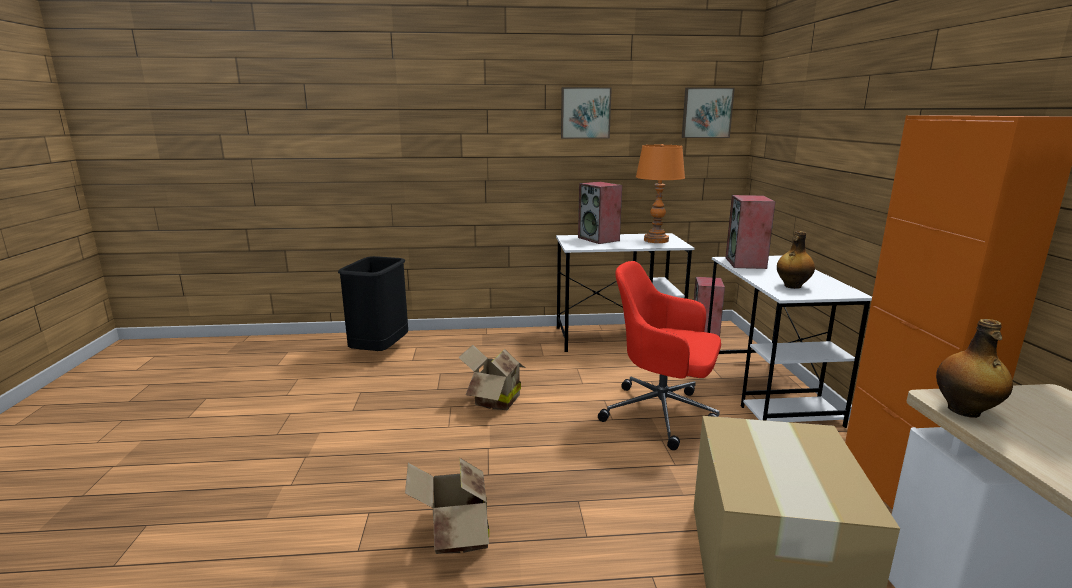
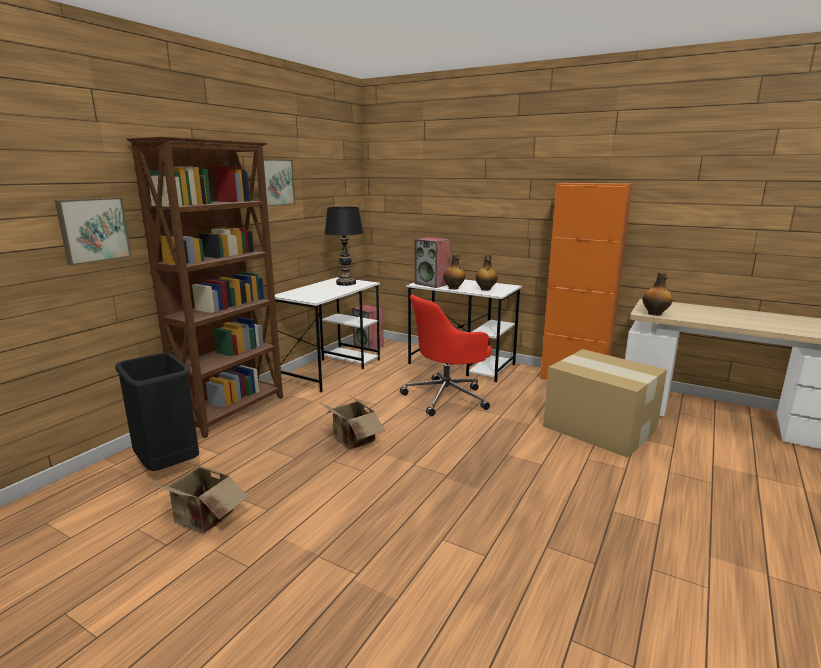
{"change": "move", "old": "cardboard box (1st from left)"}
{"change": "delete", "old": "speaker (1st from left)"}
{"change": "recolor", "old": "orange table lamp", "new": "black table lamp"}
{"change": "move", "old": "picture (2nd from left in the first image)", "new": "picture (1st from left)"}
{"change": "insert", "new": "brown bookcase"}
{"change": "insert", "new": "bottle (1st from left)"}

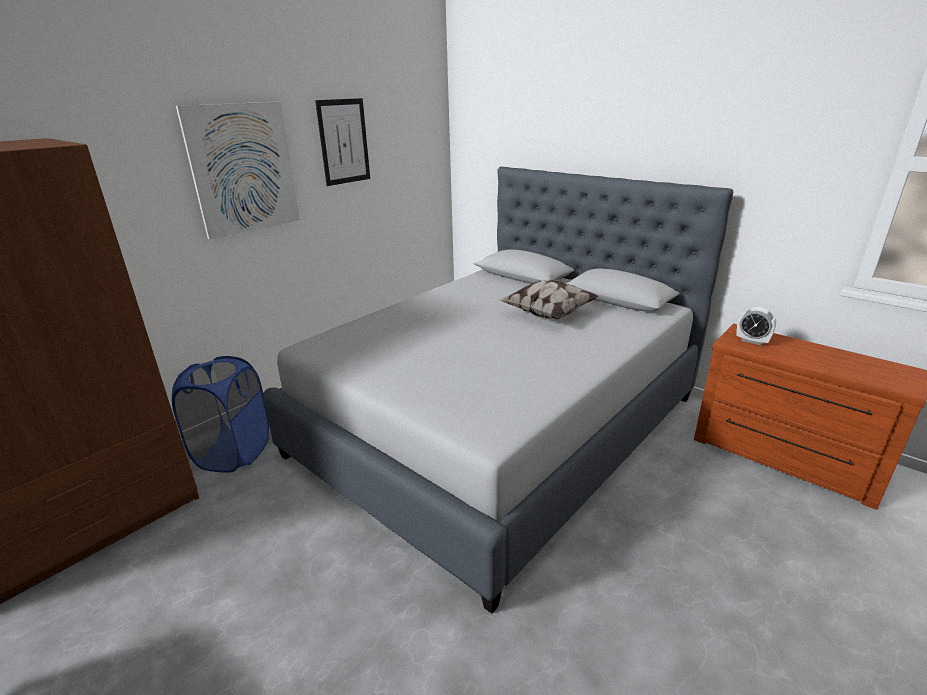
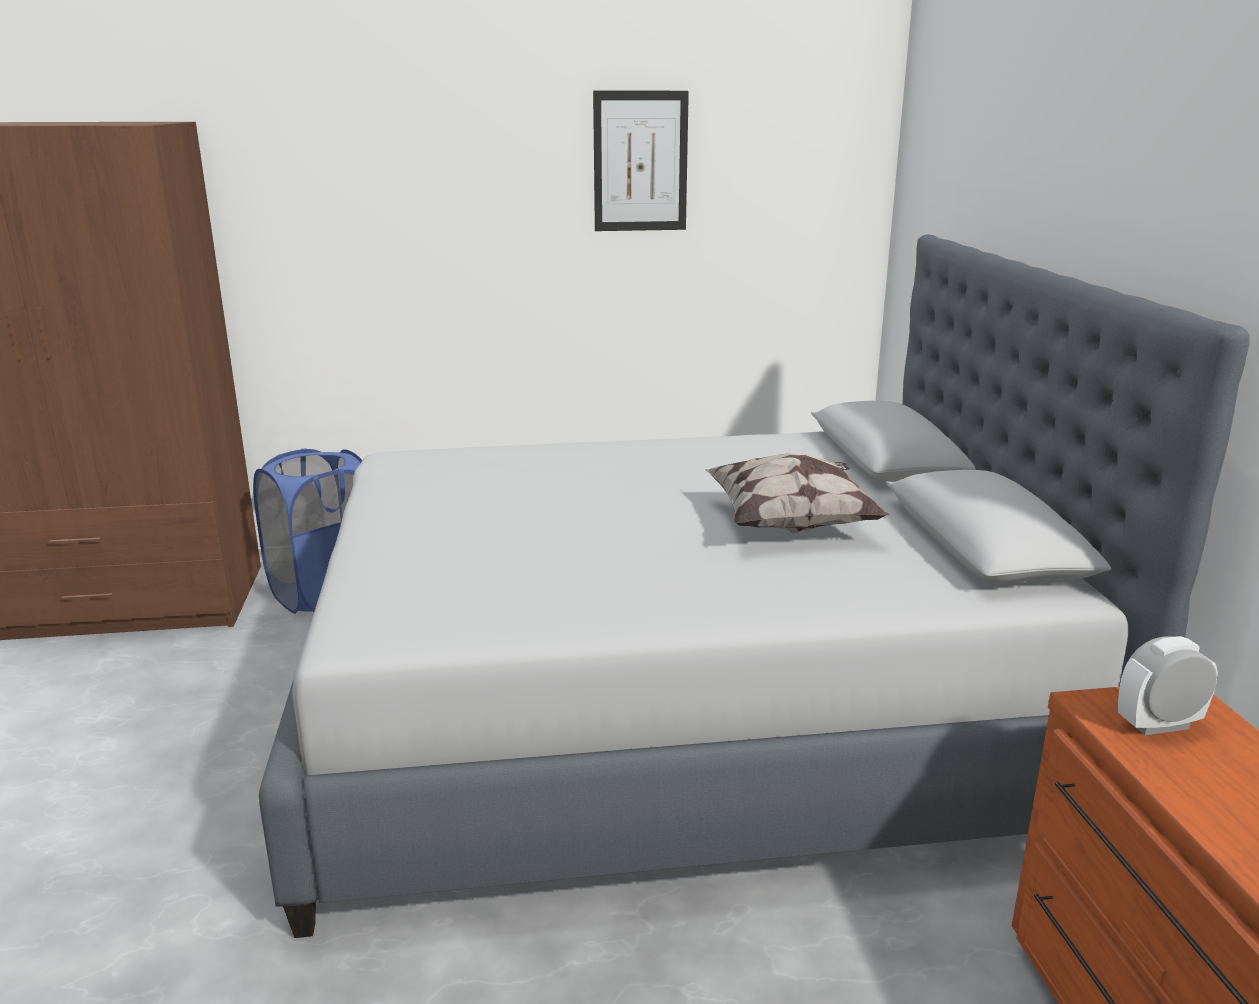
{"change": "delete", "old": "picture (1st from left)"}
{"change": "rotate", "old": "alarm clock", "degrees": 90}

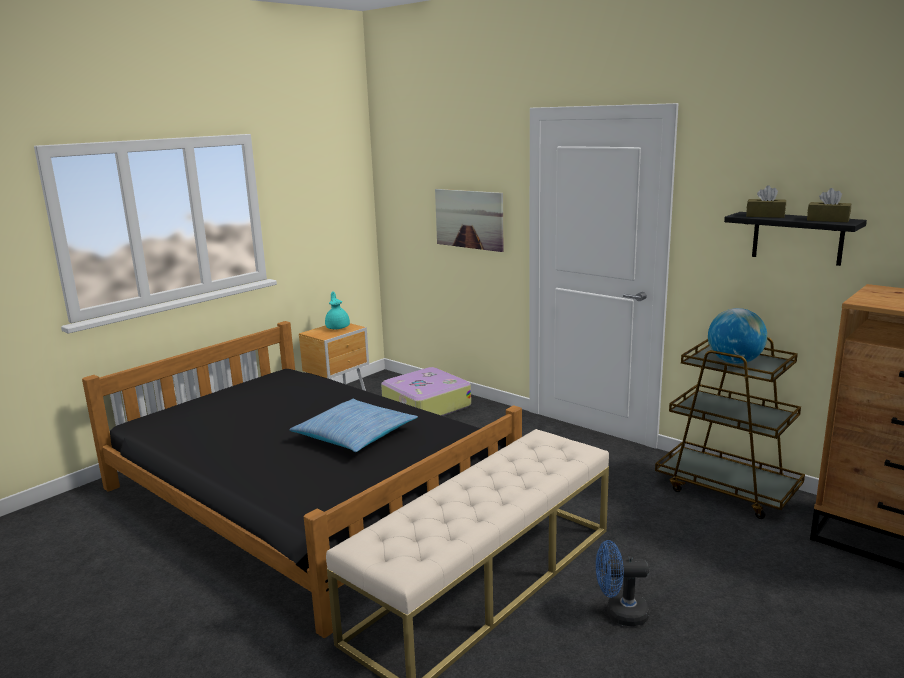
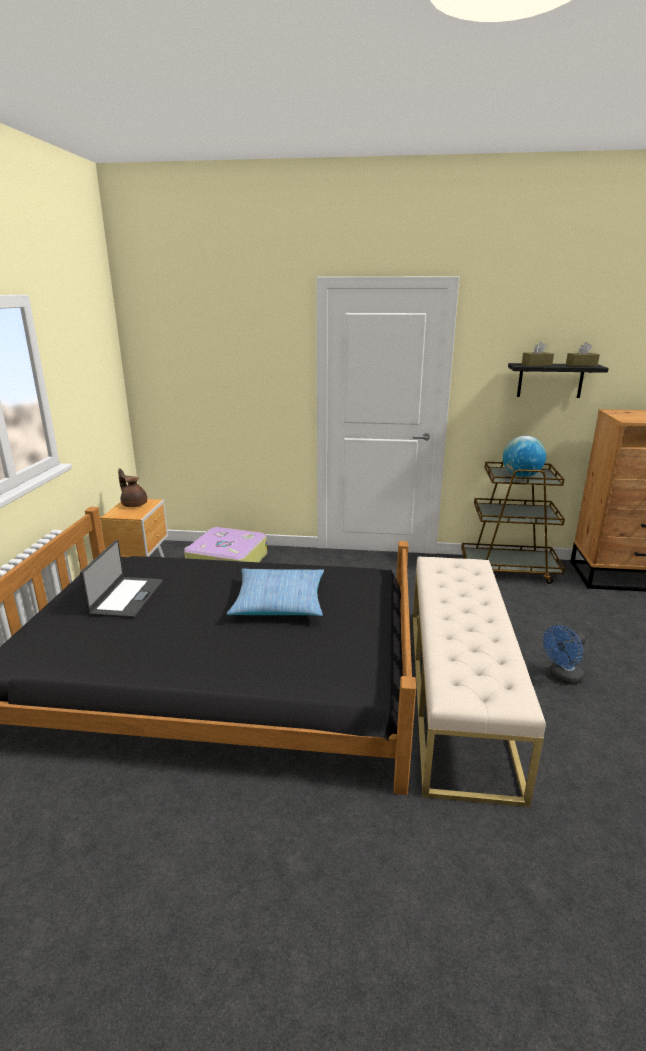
{"change": "recolor", "old": "turquoise teapot", "new": "brown teapot"}
{"change": "delete", "old": "picture"}
{"change": "insert", "new": "laptop"}

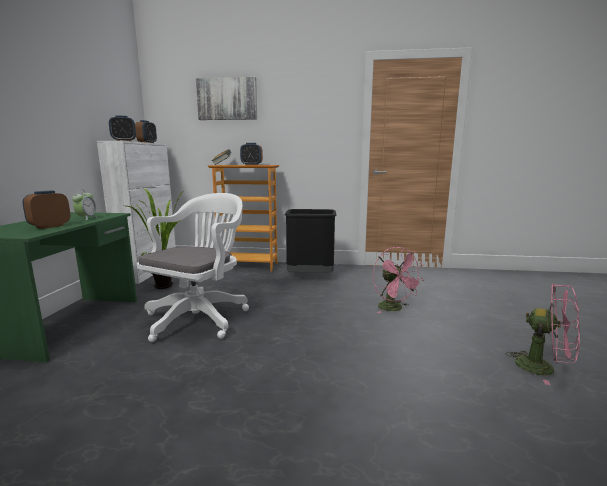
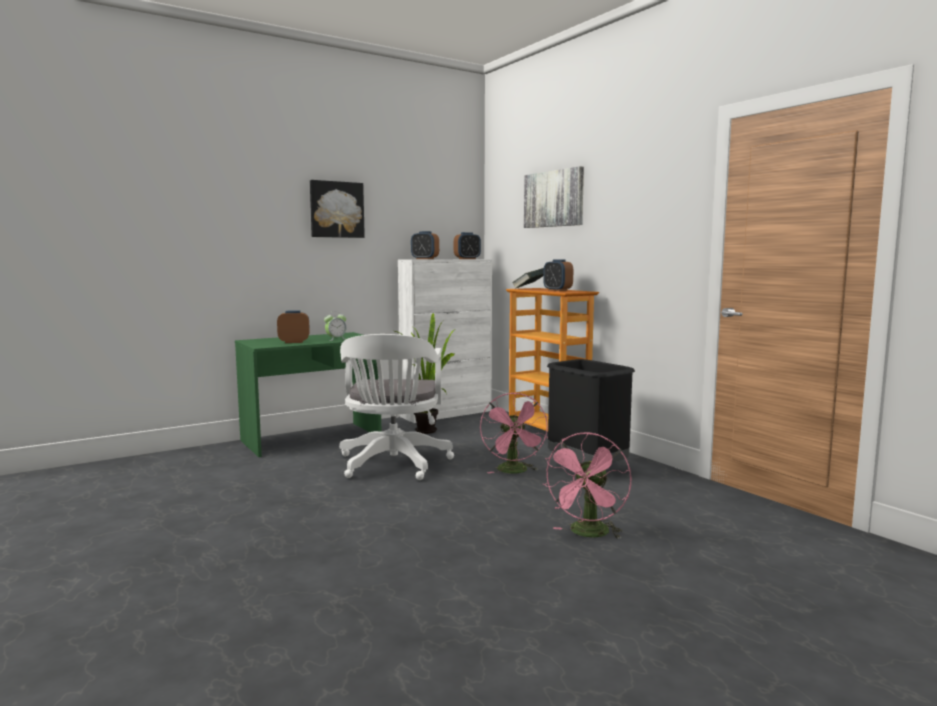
{"change": "rotate", "old": "white office chair", "degrees": 105}
{"change": "move", "old": "pink fan (2nd from left in the first image)", "new": "pink fan (1st from left)"}
{"change": "insert", "new": "picture (1st from left)"}

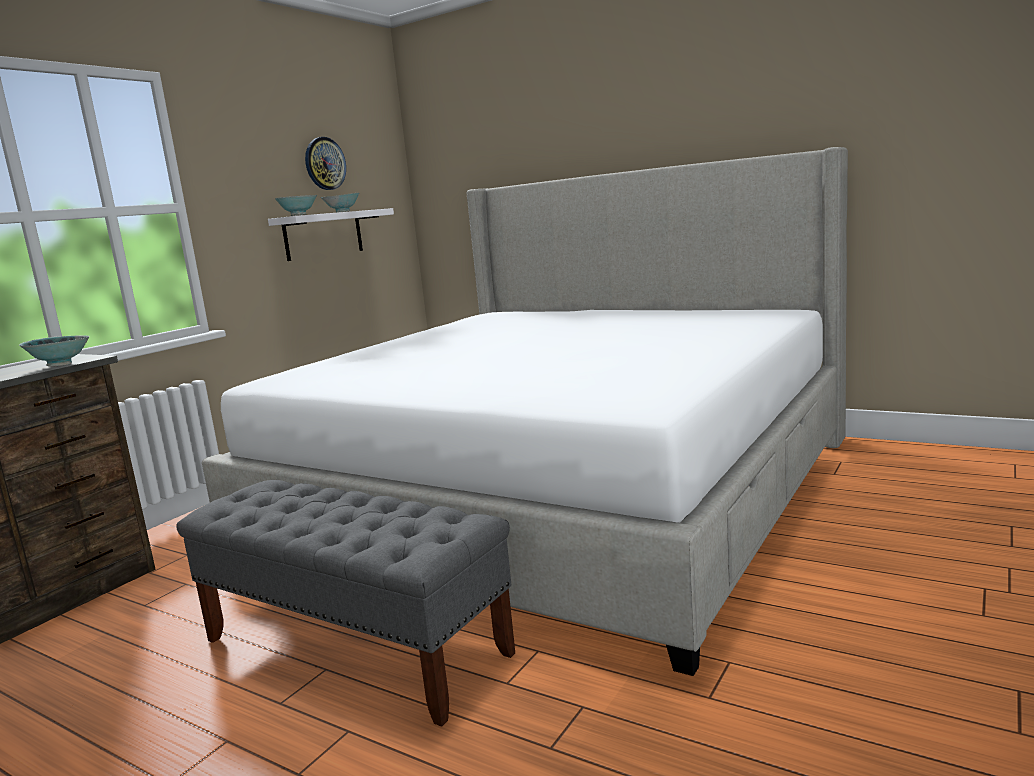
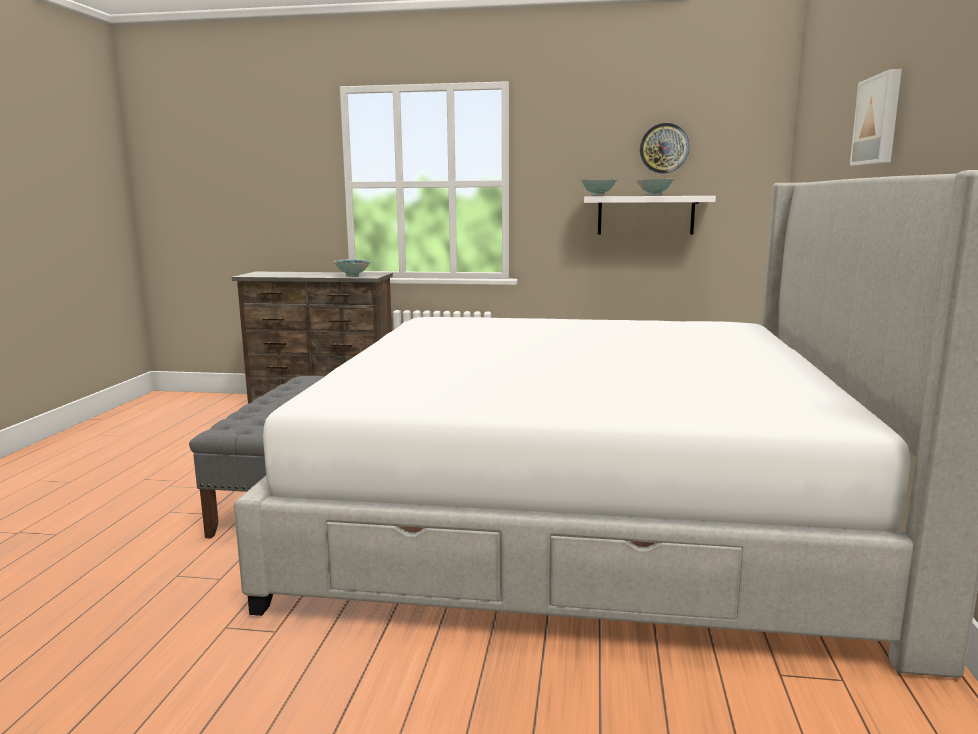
{"change": "insert", "new": "picture"}

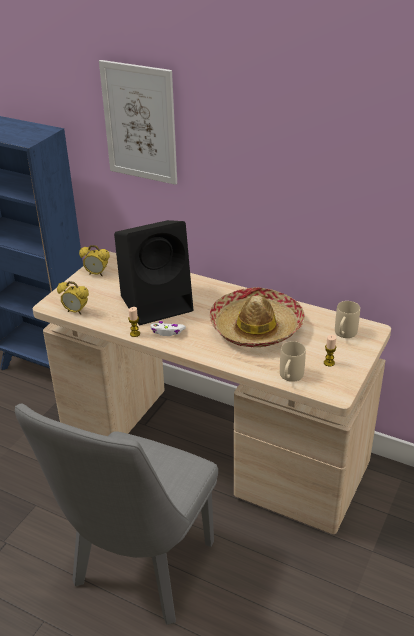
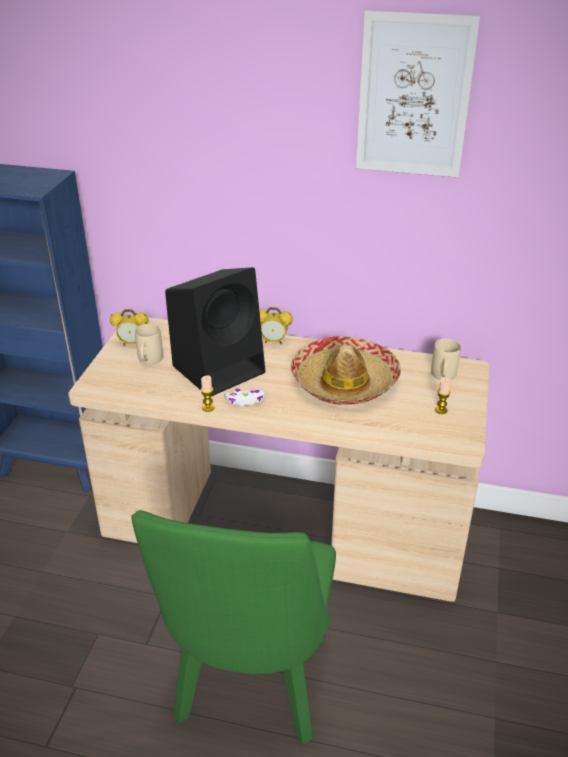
{"change": "recolor", "old": "grey chair", "new": "green chair"}
{"change": "move", "old": "alarm clock (1st from left in the first image)", "new": "alarm clock (2nd from left)"}
{"change": "move", "old": "picture"}
{"change": "move", "old": "beige mug (1st from left)"}

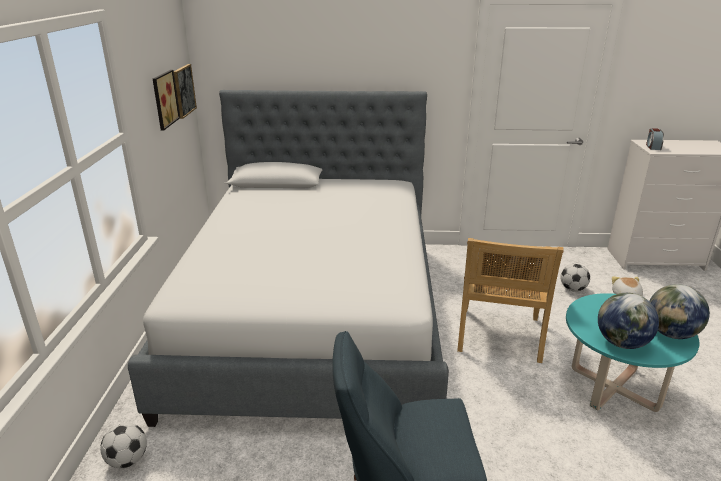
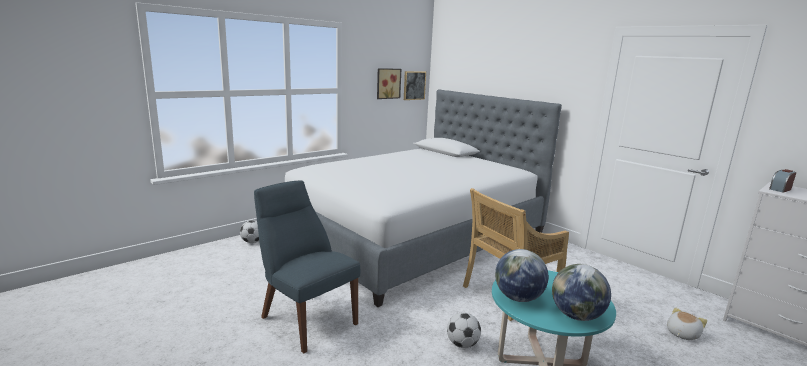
{"change": "move", "old": "football (2nd from left)"}

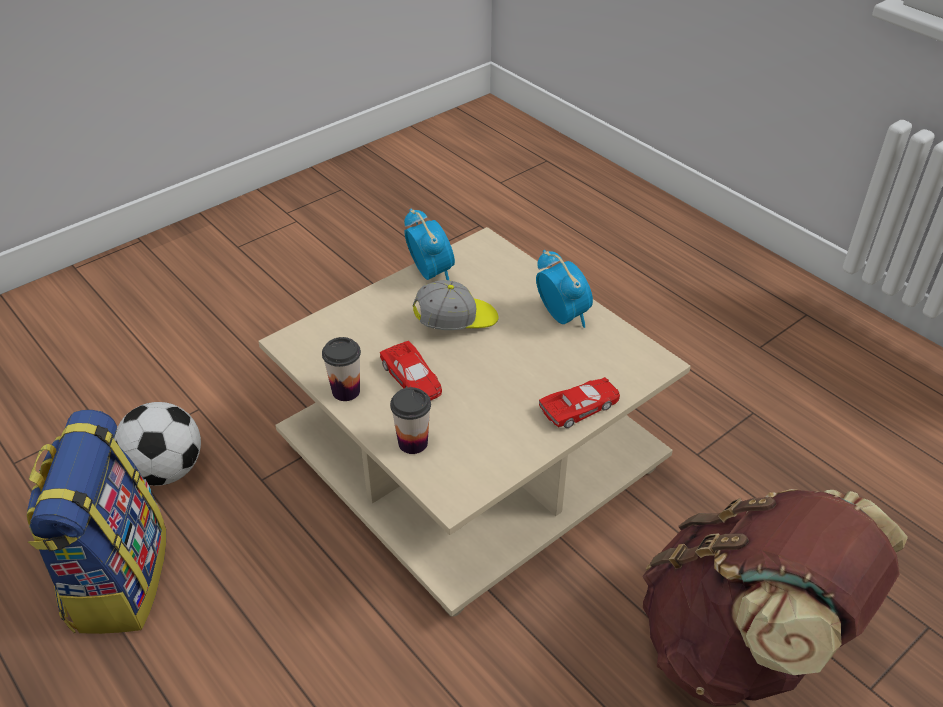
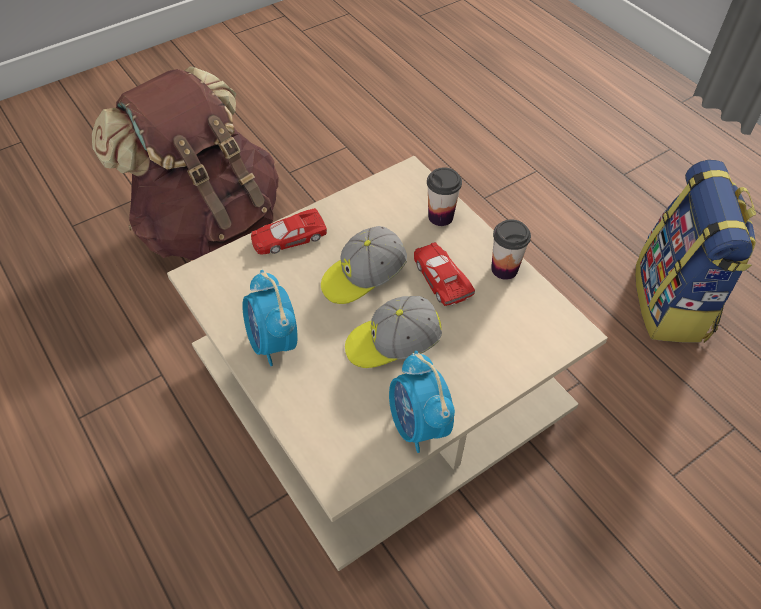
{"change": "delete", "old": "football"}
{"change": "insert", "new": "cap (1st from left)"}

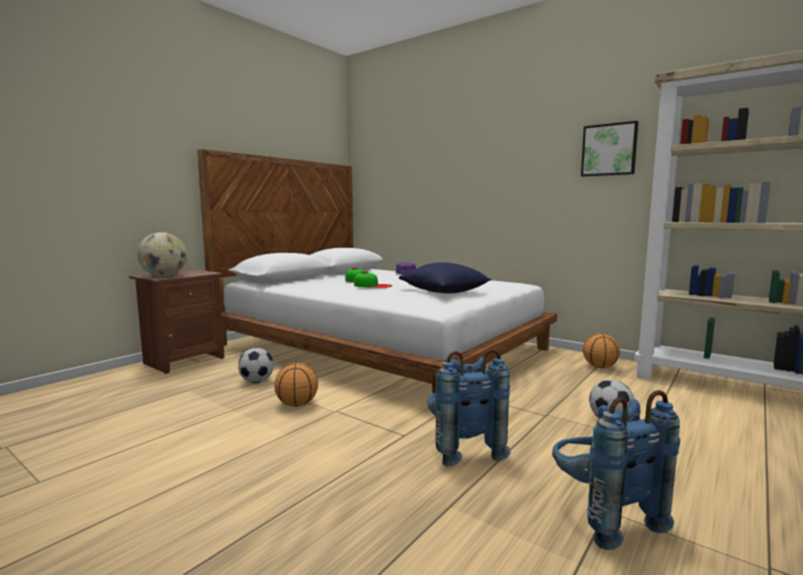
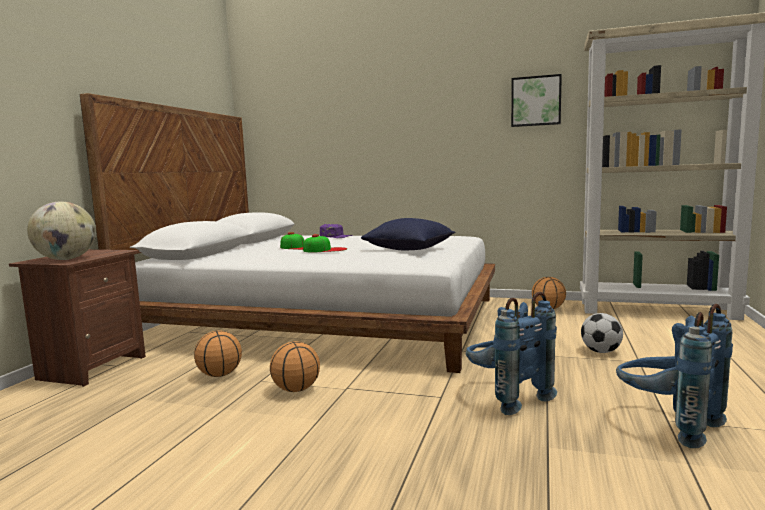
{"change": "replace", "old": "football (1st from left)", "new": "basketball (1st from left)"}

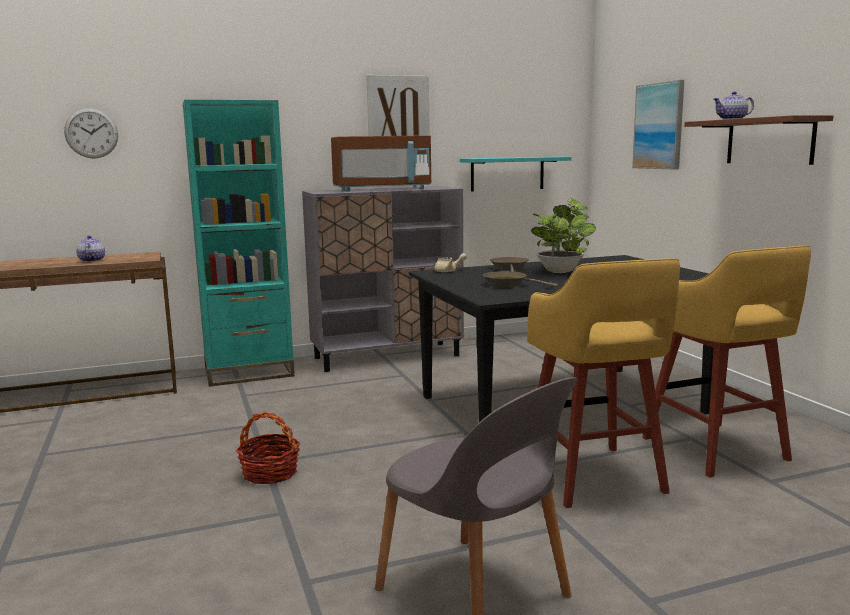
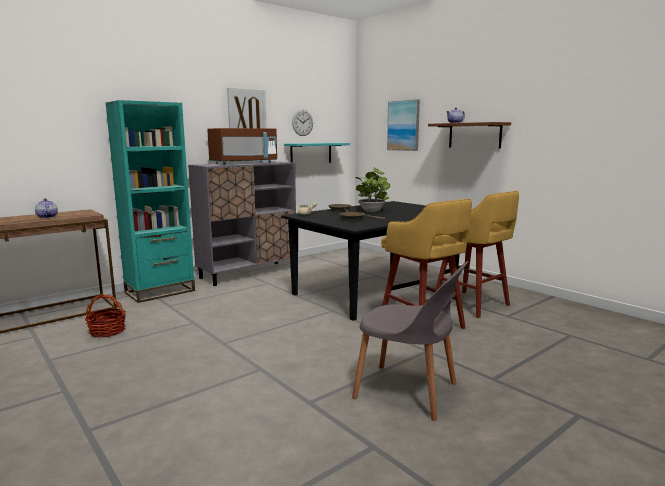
{"change": "move", "old": "wall clock"}
{"change": "move", "old": "basket"}

